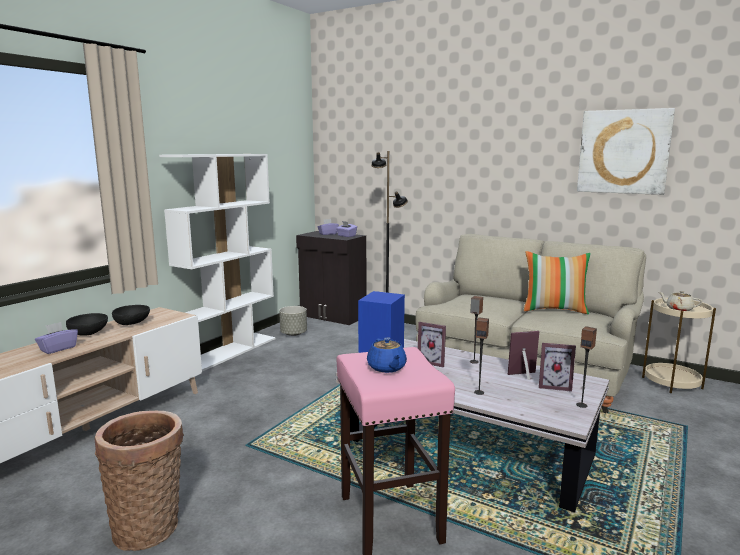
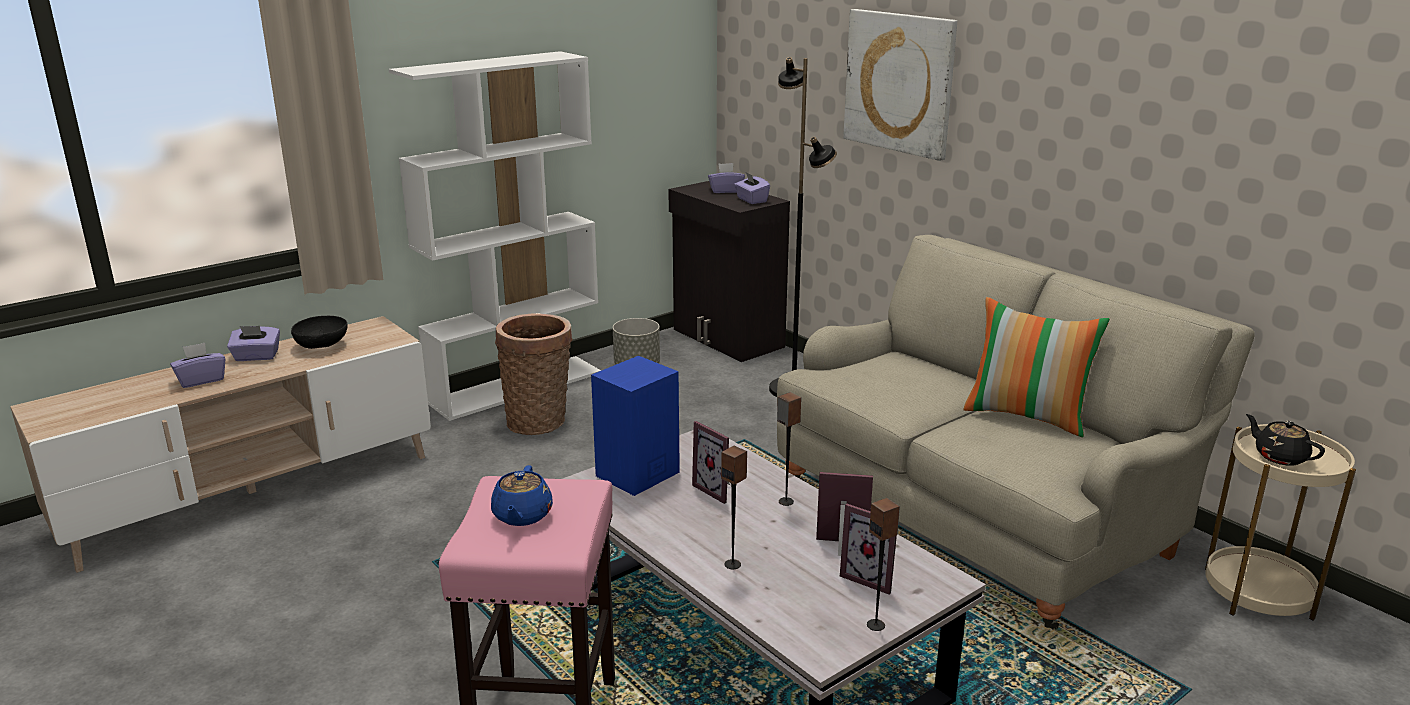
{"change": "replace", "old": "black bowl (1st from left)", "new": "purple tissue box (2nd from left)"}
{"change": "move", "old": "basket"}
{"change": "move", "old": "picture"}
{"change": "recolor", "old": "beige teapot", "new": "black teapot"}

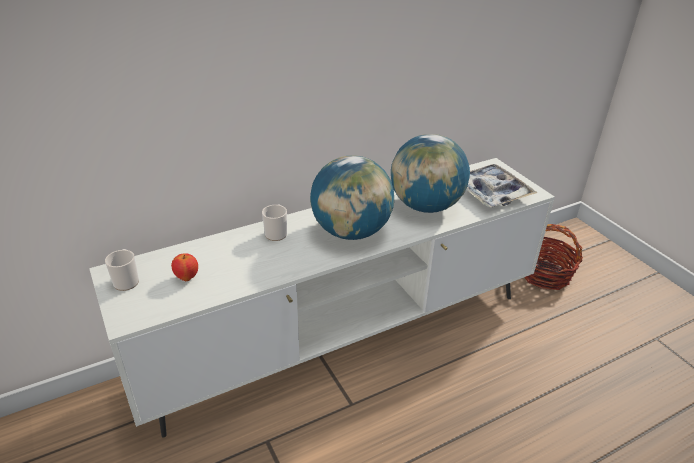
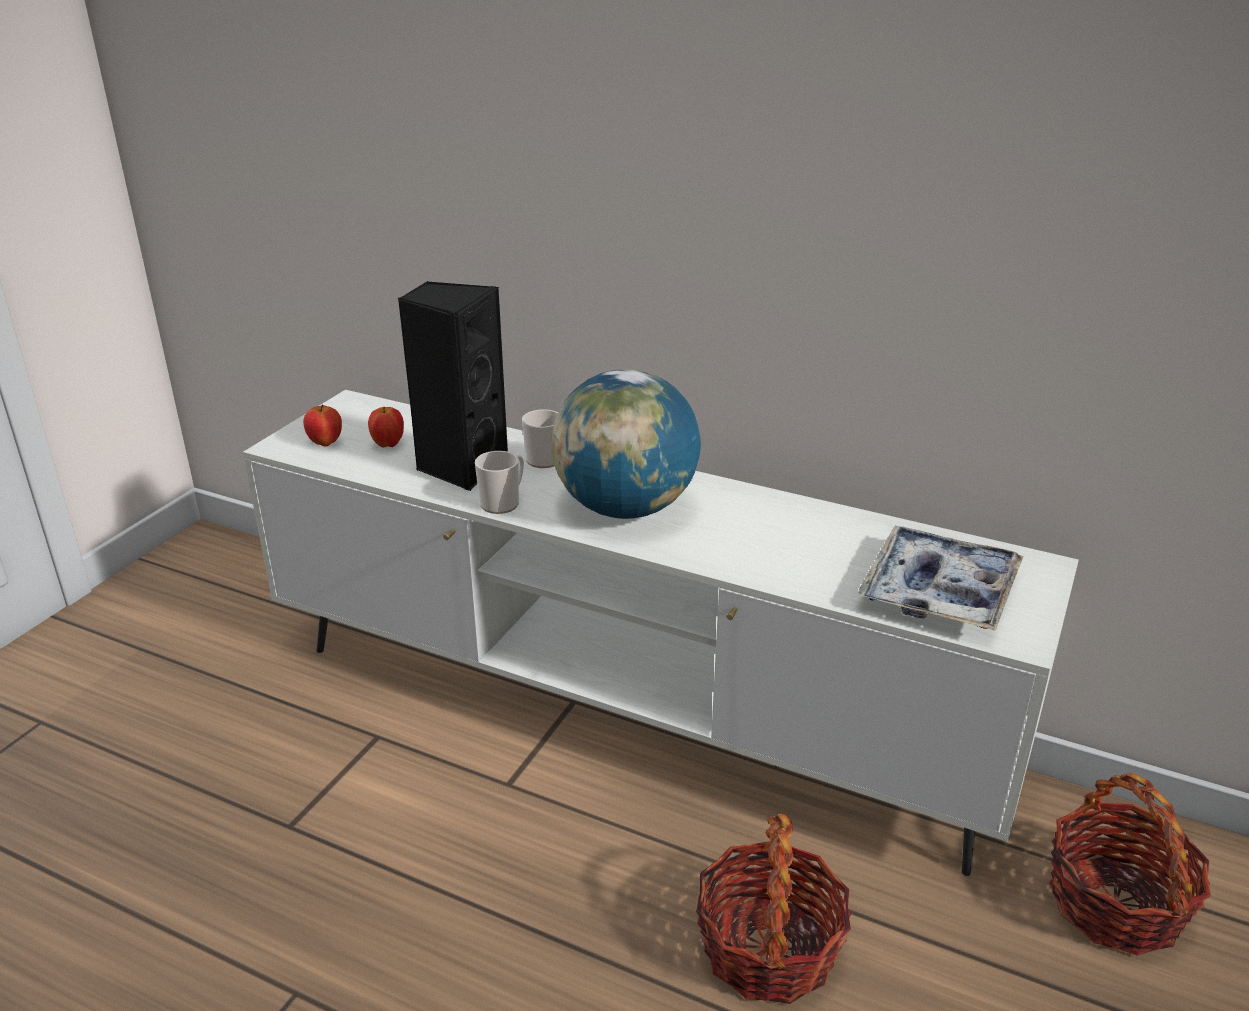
{"change": "move", "old": "mug (1st from left)"}
{"change": "delete", "old": "globe (2nd from left)"}
{"change": "insert", "new": "apple (1st from left)"}
{"change": "insert", "new": "black speaker"}
{"change": "insert", "new": "basket (1st from left)"}

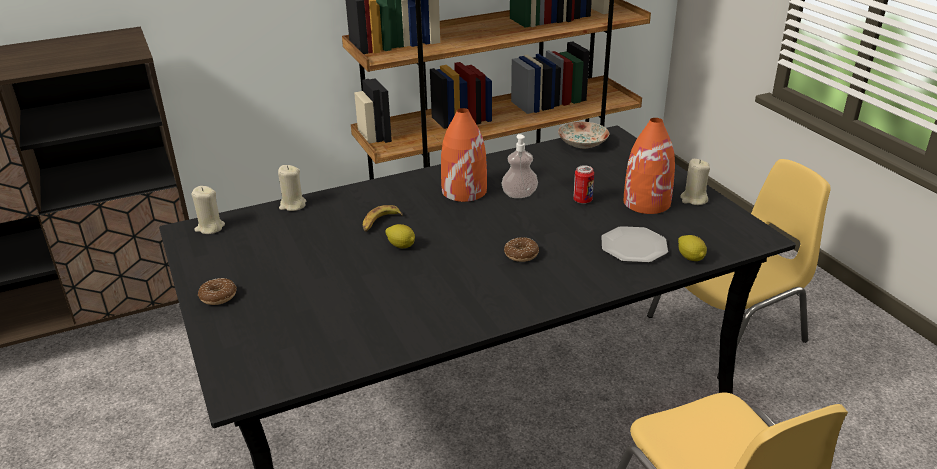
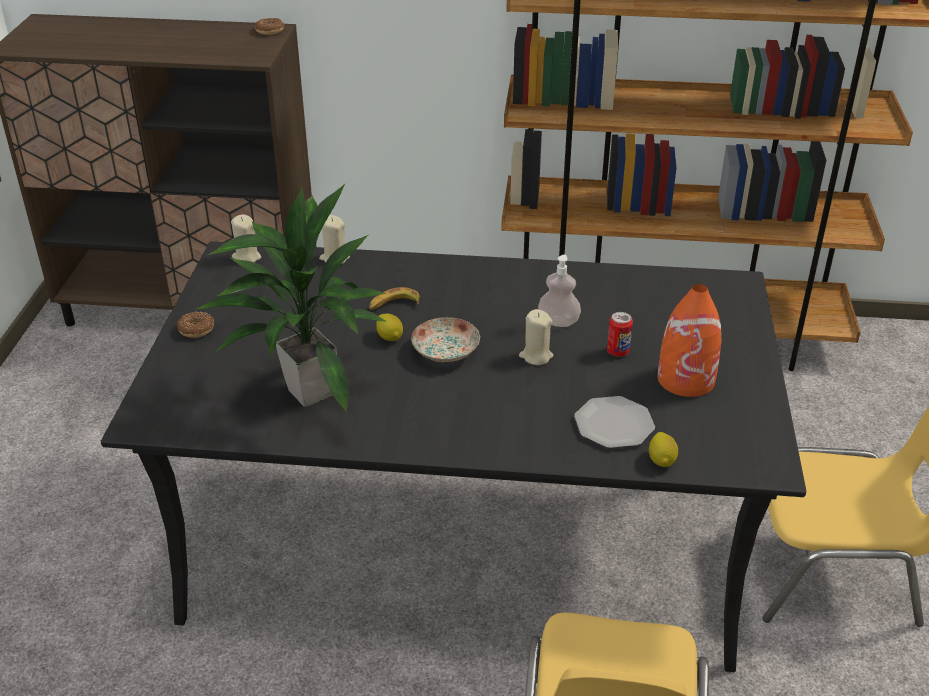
{"change": "delete", "old": "orange vase (1st from left)"}
{"change": "move", "old": "donut (2nd from left)"}
{"change": "move", "old": "plate (1st from left)"}
{"change": "move", "old": "beige candle (3rd from left)"}
{"change": "insert", "new": "potted plant"}

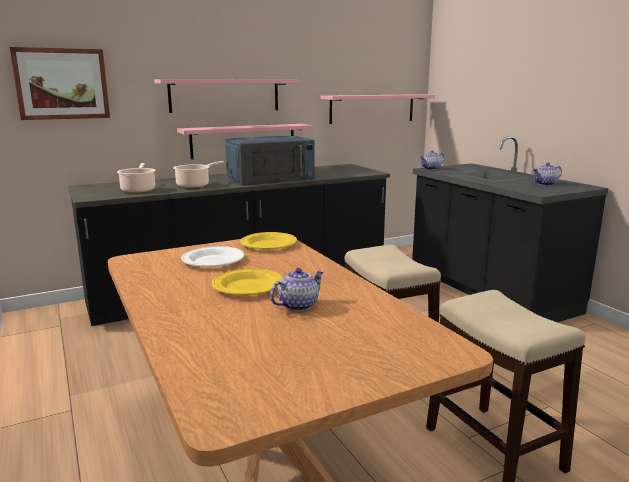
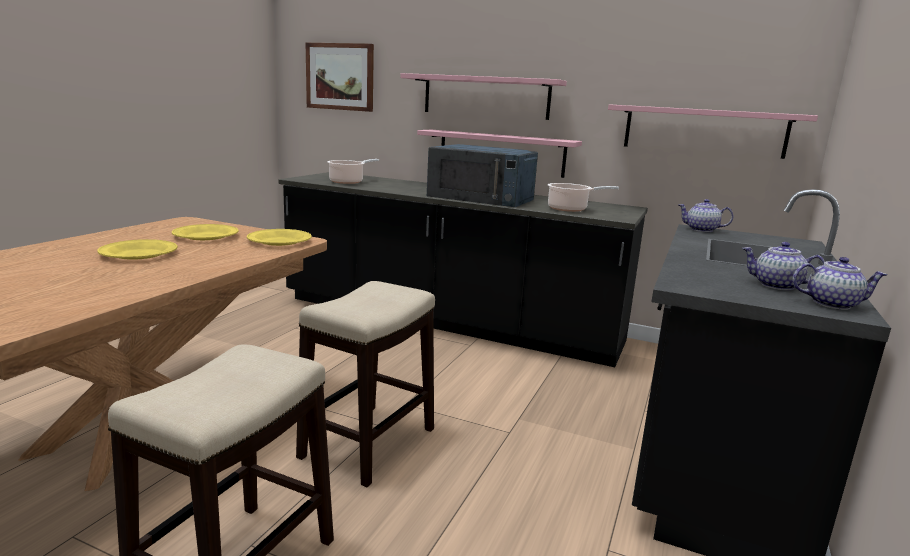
{"change": "move", "old": "cooking pot (2nd from left)"}
{"change": "recolor", "old": "white plate", "new": "yellow plate (2nd from left)"}
{"change": "move", "old": "teapot (1st from left in the first image)", "new": "teapot (3rd from left)"}

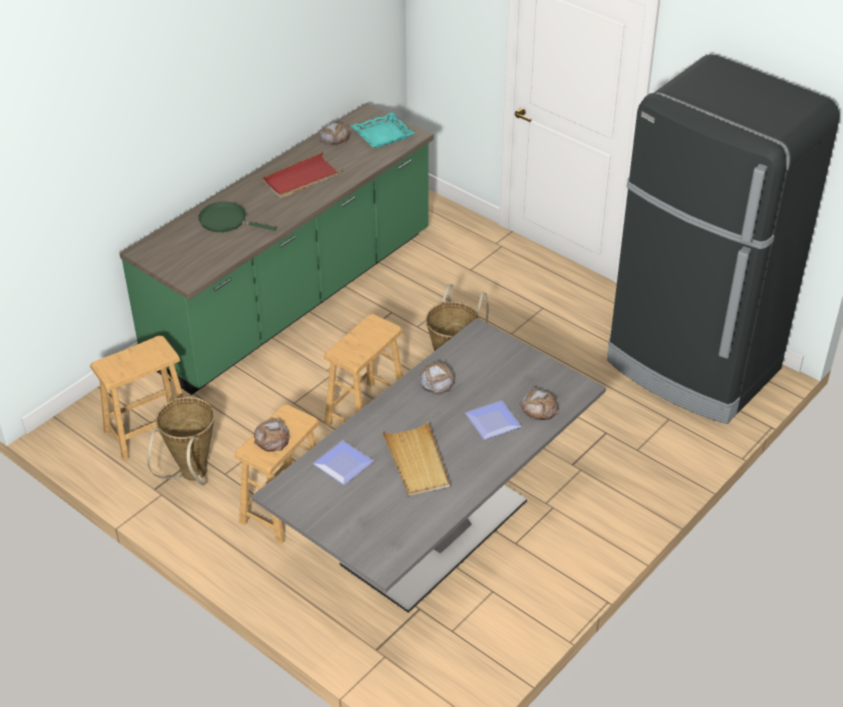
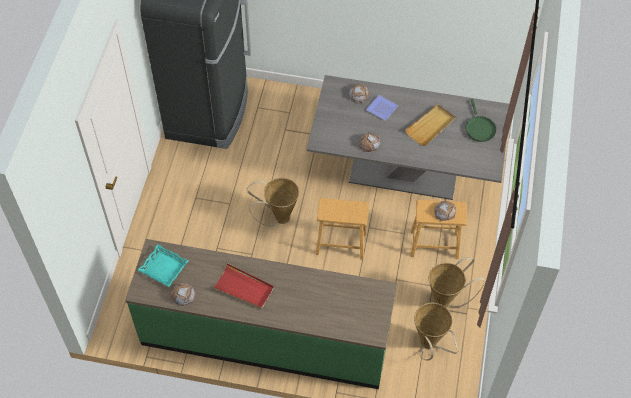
{"change": "replace", "old": "brown stool (1st from left)", "new": "basket (2nd from left)"}
{"change": "move", "old": "green frying pan"}
{"change": "delete", "old": "plate (1st from left)"}

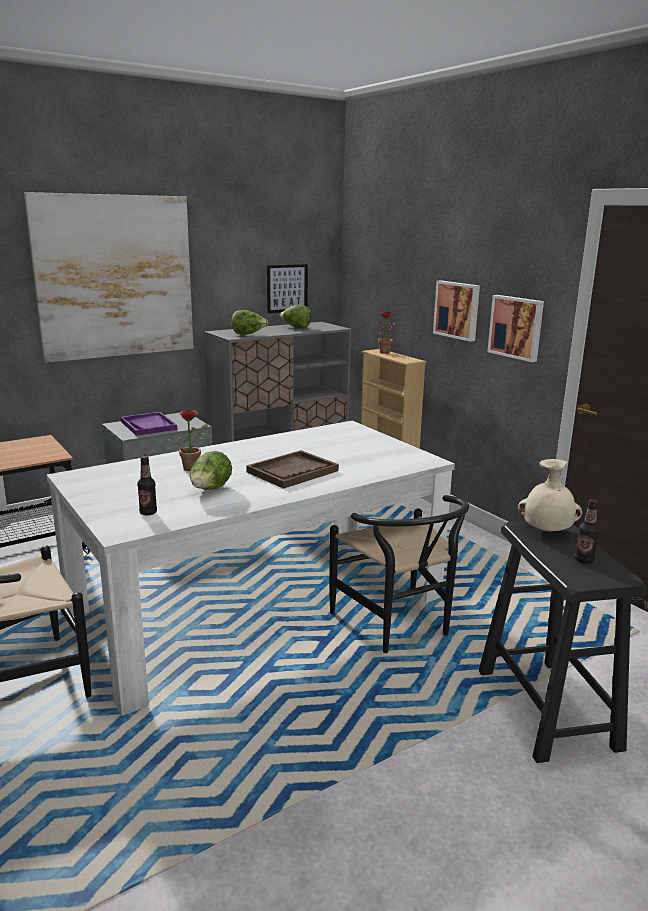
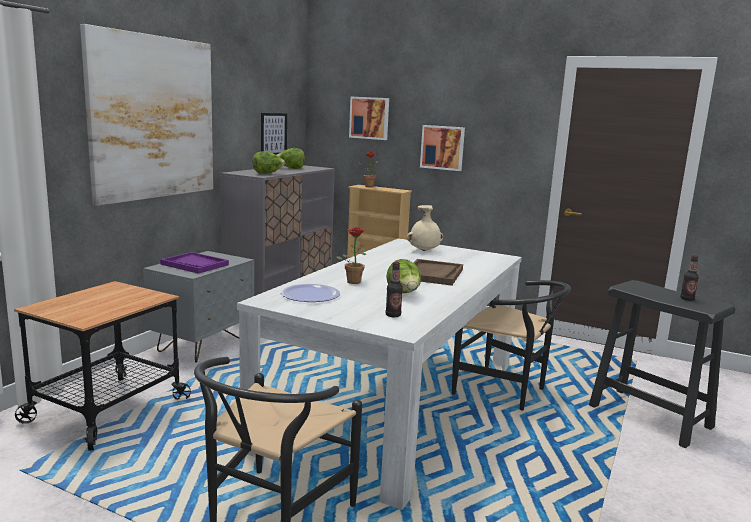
{"change": "move", "old": "picture (4th from left in the first image)", "new": "picture (3rd from left)"}
{"change": "move", "old": "beige vase"}
{"change": "insert", "new": "plate"}

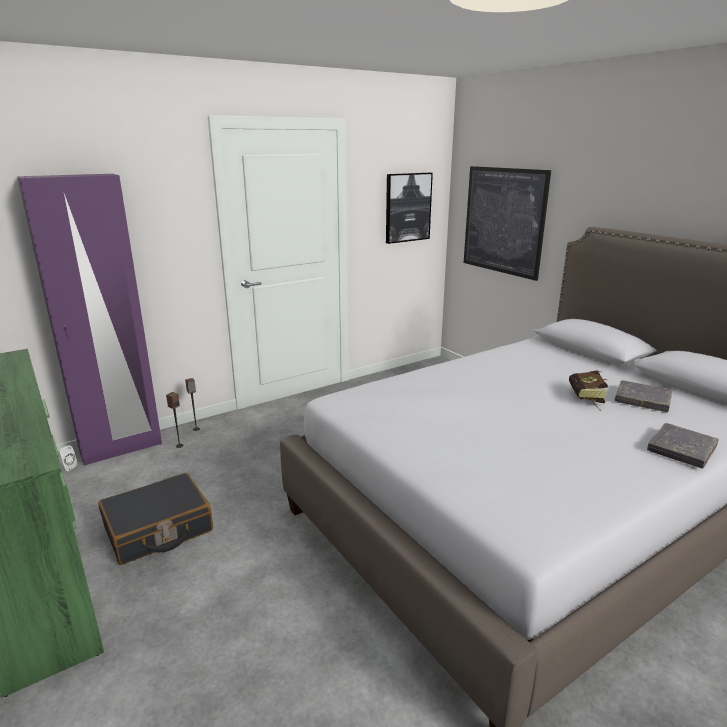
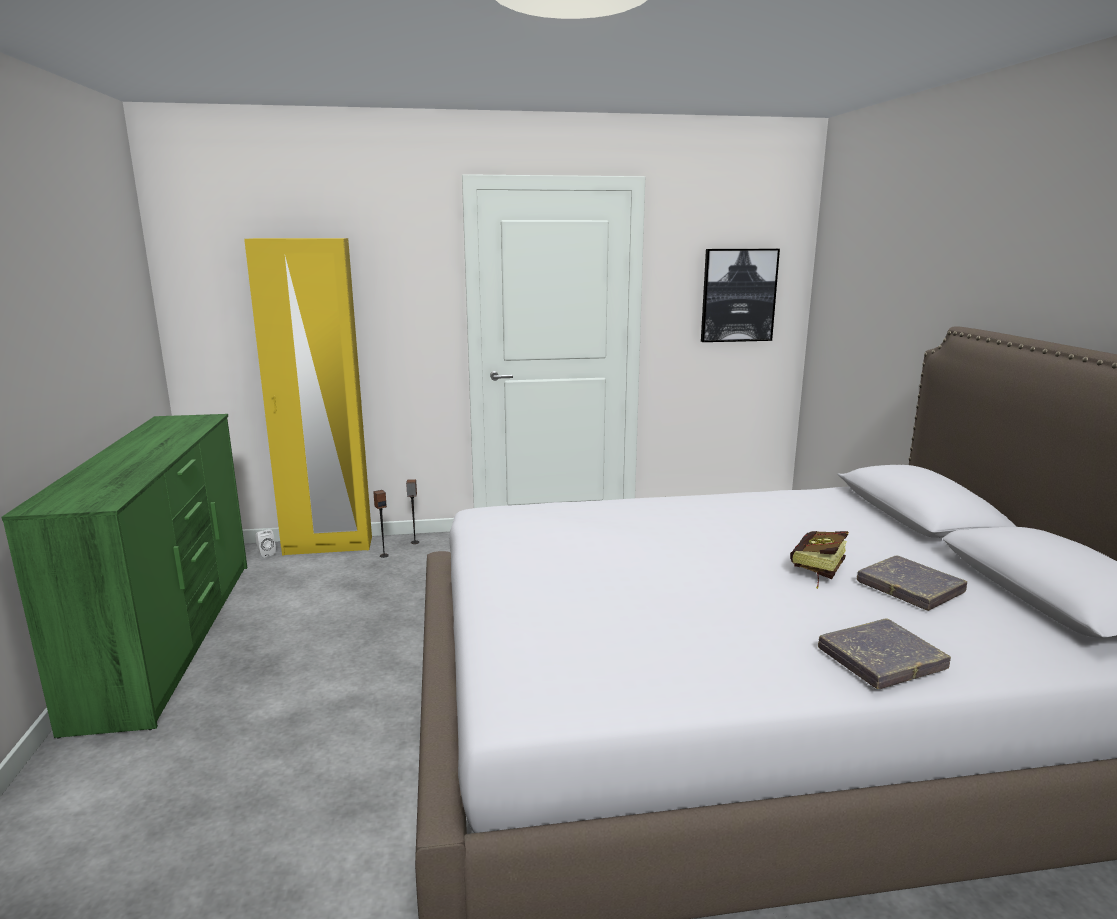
{"change": "recolor", "old": "purple wardrobe", "new": "yellow wardrobe"}
{"change": "delete", "old": "black suitcase"}
{"change": "delete", "old": "picture (2nd from left)"}

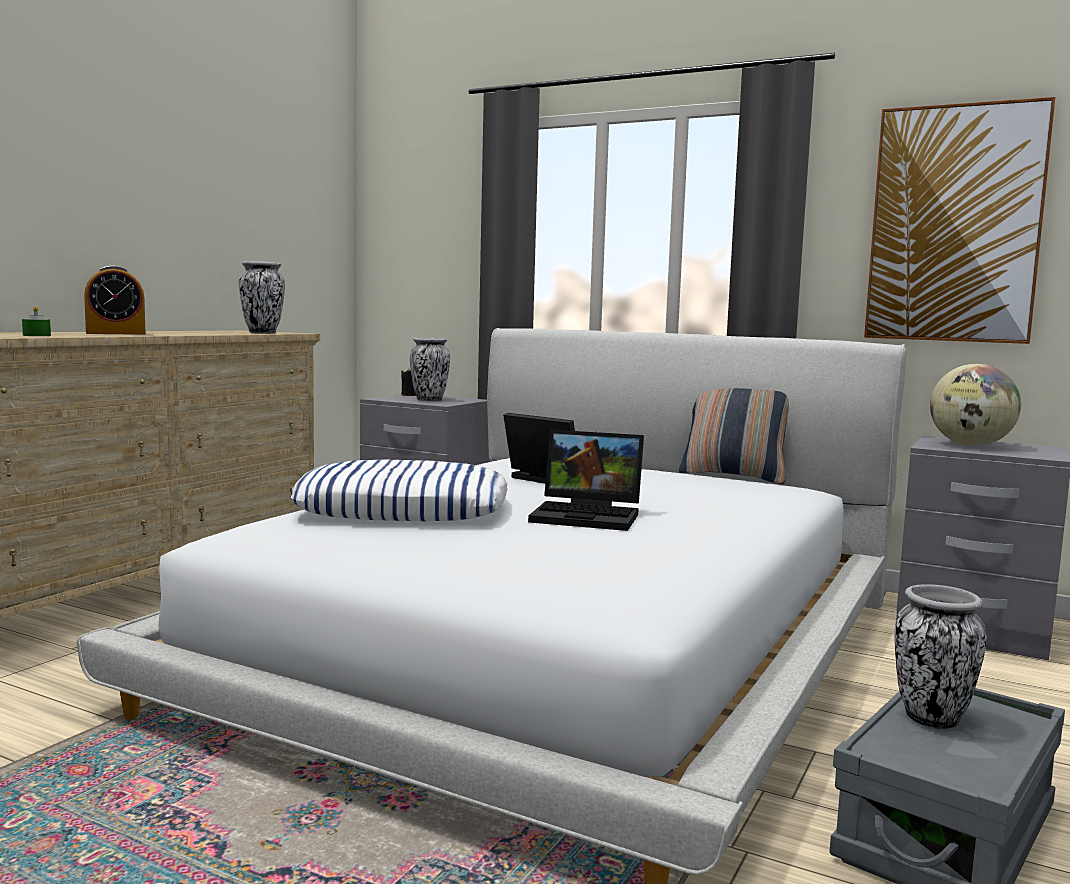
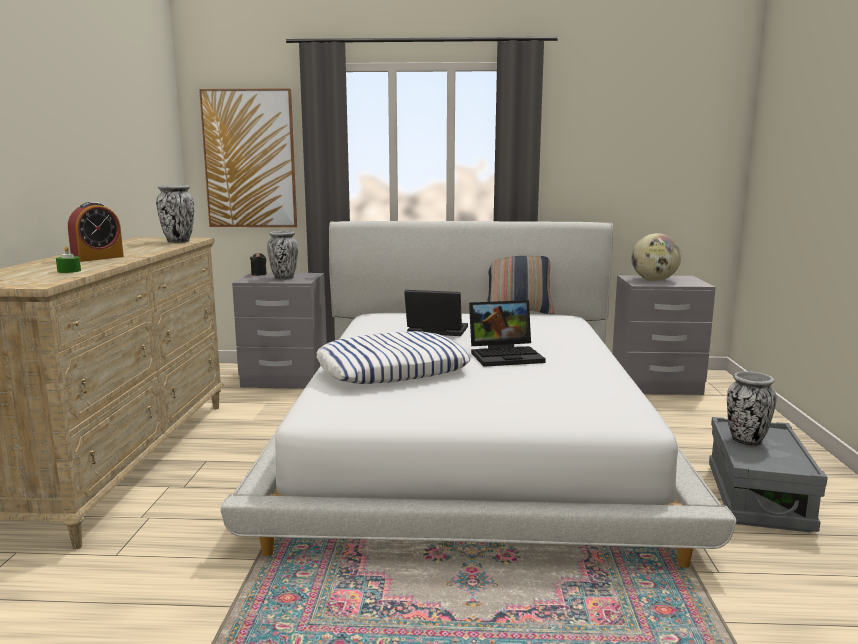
{"change": "move", "old": "picture"}

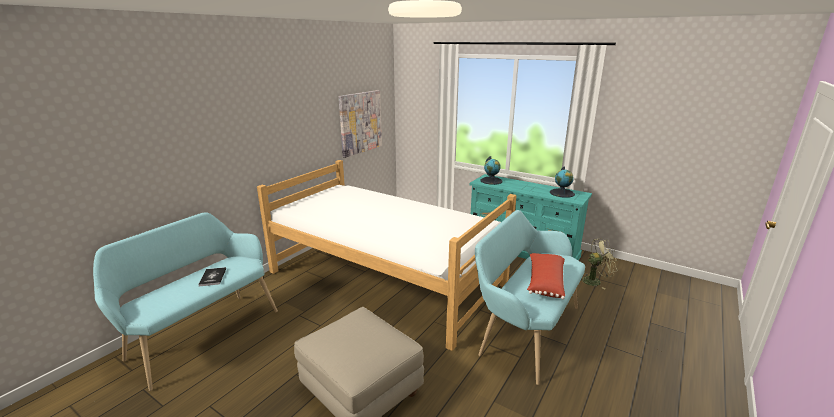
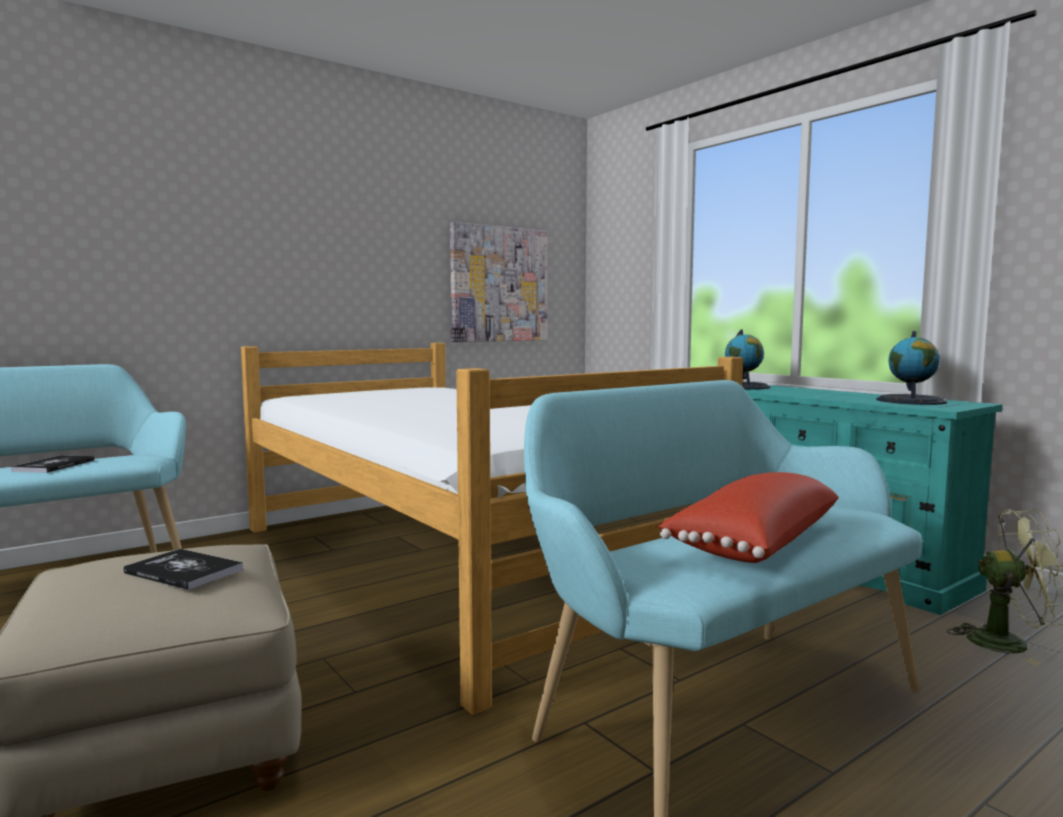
{"change": "insert", "new": "book (2nd from left)"}

